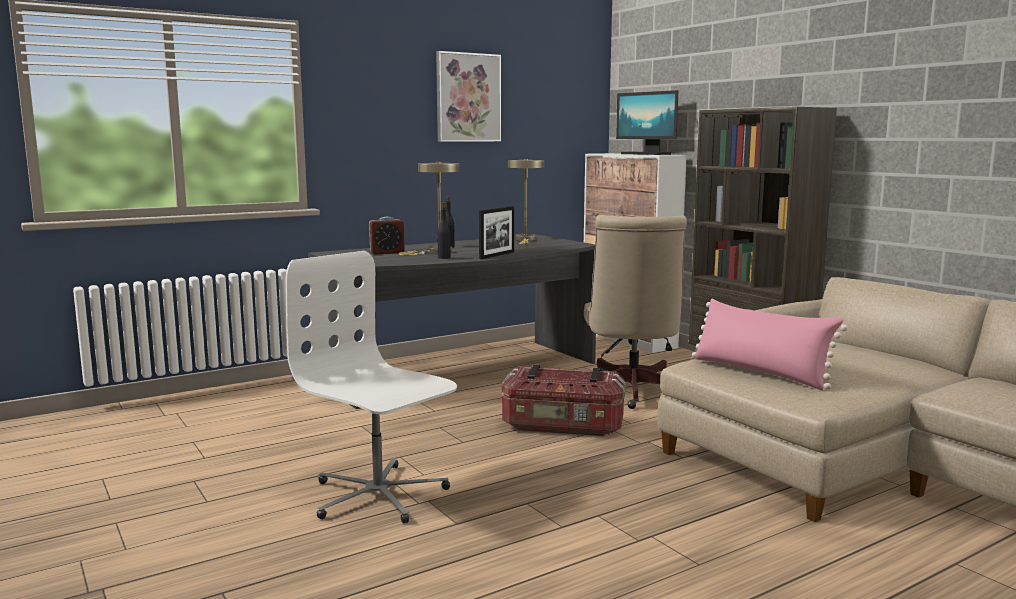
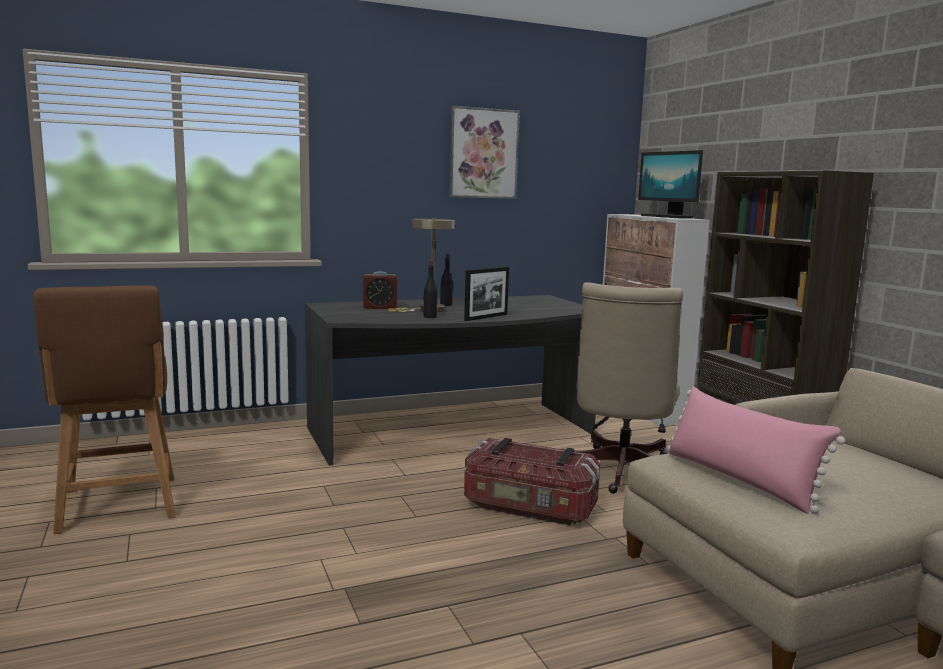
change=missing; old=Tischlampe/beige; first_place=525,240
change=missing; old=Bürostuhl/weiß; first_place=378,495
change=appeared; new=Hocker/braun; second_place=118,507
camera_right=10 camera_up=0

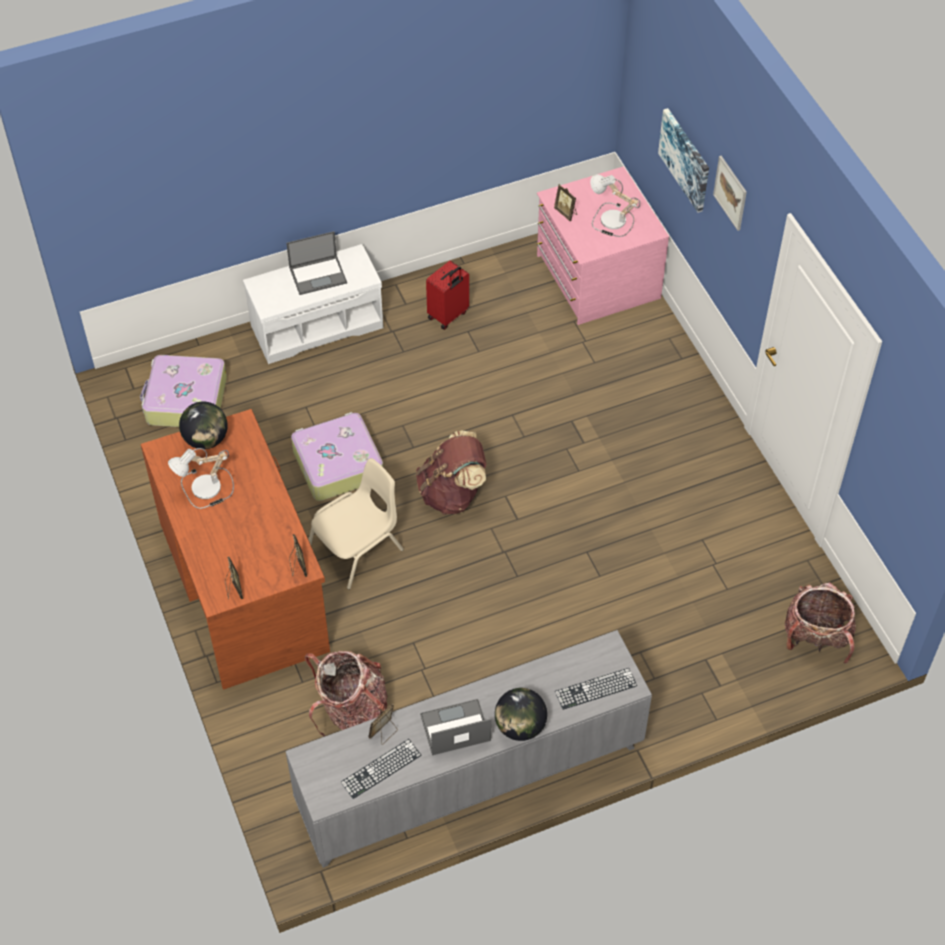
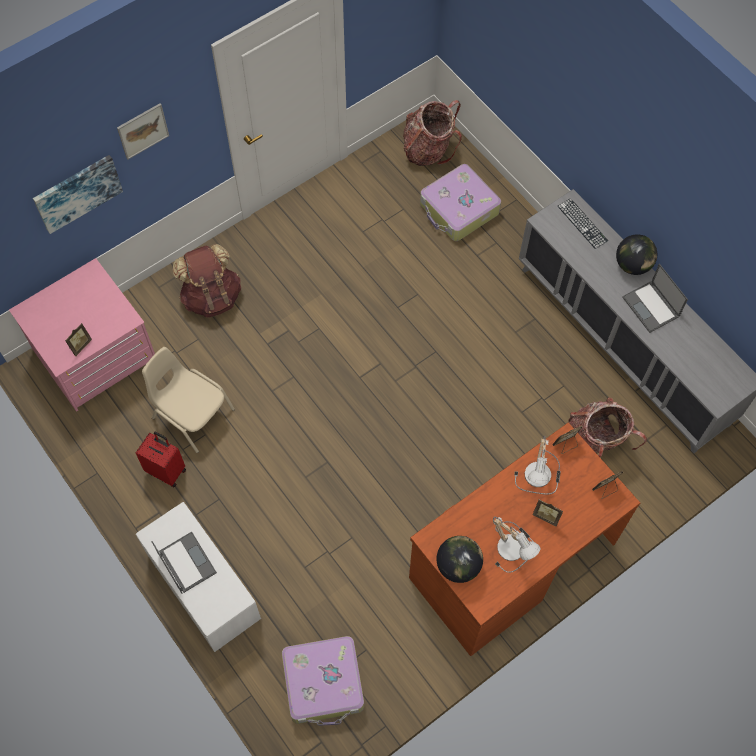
change=relocated; old=Tischlampe; first_place=610,221; second_place=540,477
change=relocated; old=Koffer; first_place=337,464; second_place=459,209
change=relocated; old=Rucksack/braun; first_place=452,493; second_place=211,297
change=relocated; old=Stuhl/beige; first_place=358,548; second_place=192,413
change=relocated; old=Bilderrahmen; first_place=384,733; second_place=546,515
change=missing; old=Tastatur; first_place=381,769
camera_right=-105 camera_up=10

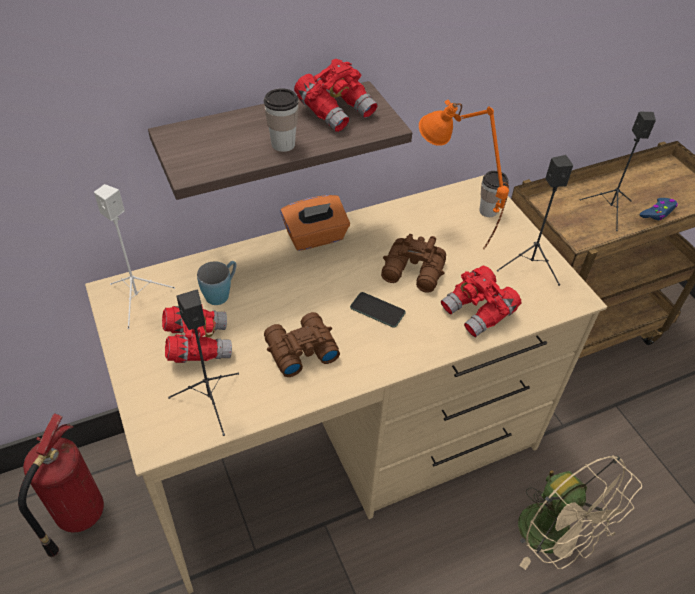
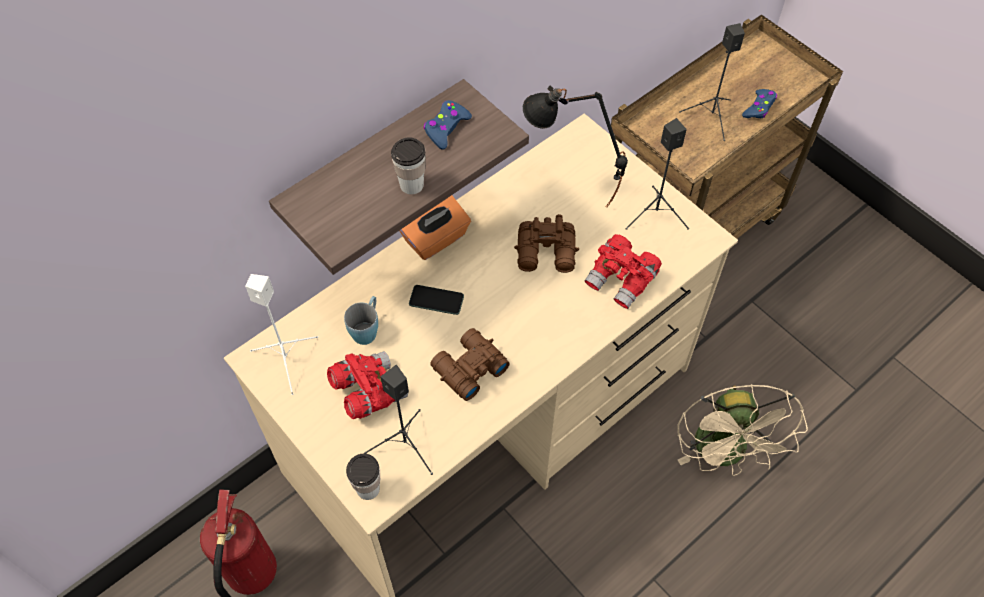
change=exchanged; old=Fernglas/rot; new=Gamepad/blau; first_place=336,111; second_place=446,128
change=colour; old=Tischlampe/orange; new=Tischlampe/schwarz; first_place=448,237; second_place=568,202
change=relocated; old=Tasse; first_place=488,211; second_place=368,489
change=relocated; old=Handy; first_place=377,310; second_place=436,300
change=spun; old=Ventilator/beige; first_place=554,538; second_place=725,454; degrees=45
camera_right=-15 camera_up=10

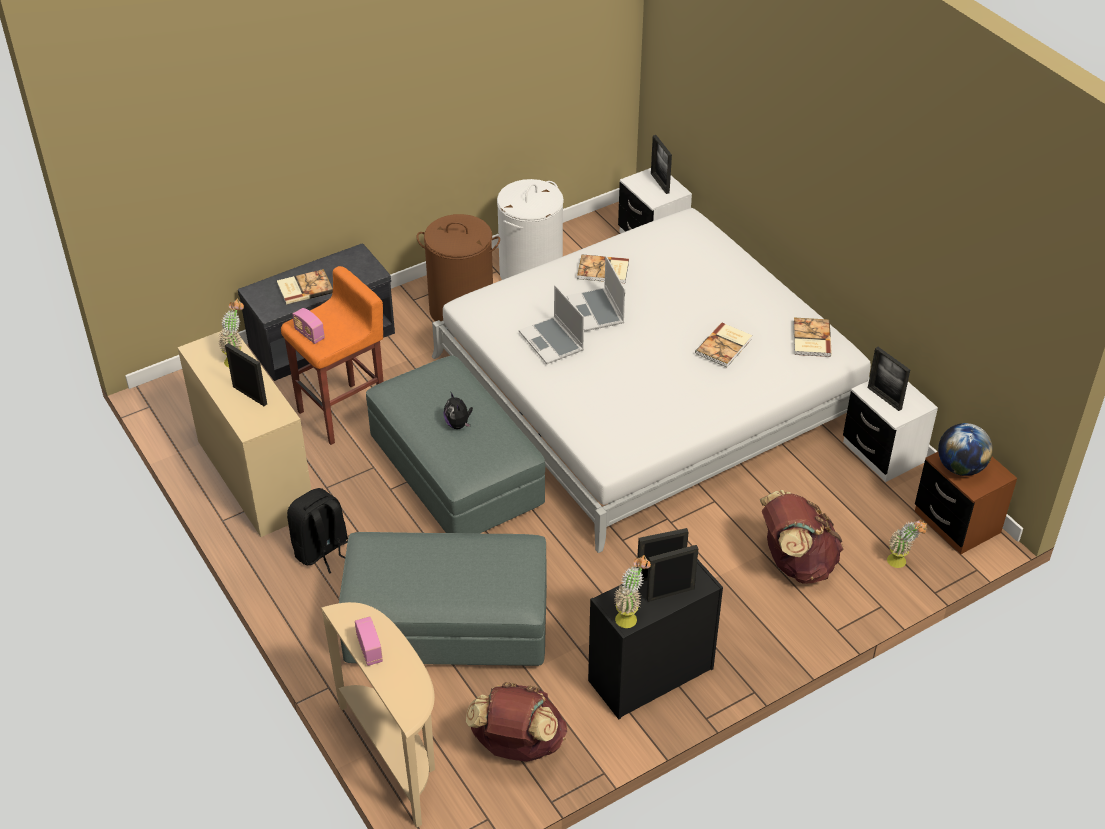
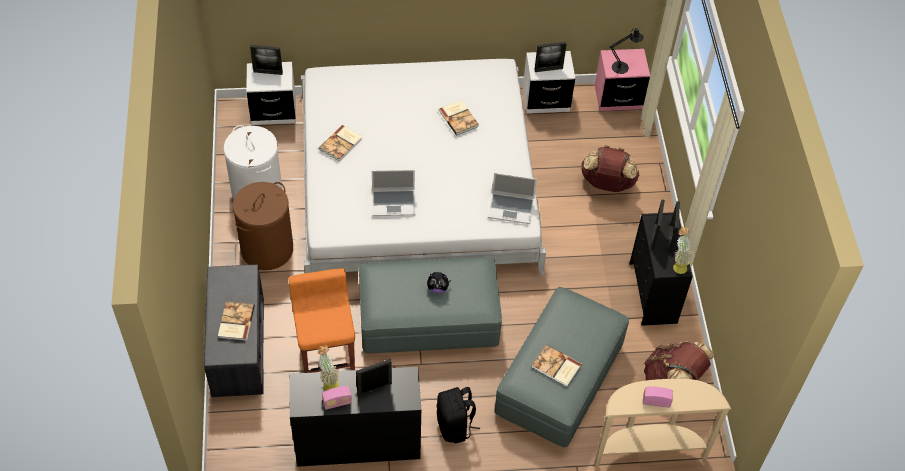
change=relocated; old=Laptop; first_place=596,311; second_place=511,208
change=relocated; old=Radio; first_place=309,334; second_place=337,402
change=relocated; old=Buch; first_place=810,339; second_place=556,367
change=colour; old=Schreibtisch/beige; new=Schreibtisch/schwarz; first_place=254,477; second_place=357,442
change=exchanged; old=Globus; new=Tischlampe/schwarz; first_place=960,467; second_place=622,67
change=colour; old=Nachttisch/braun; new=Nachttisch/rosa; first_place=956,522; second_place=618,97
change=missing; old=Topfpflanze; first_place=901,563
camera_right=-65 camera_up=10

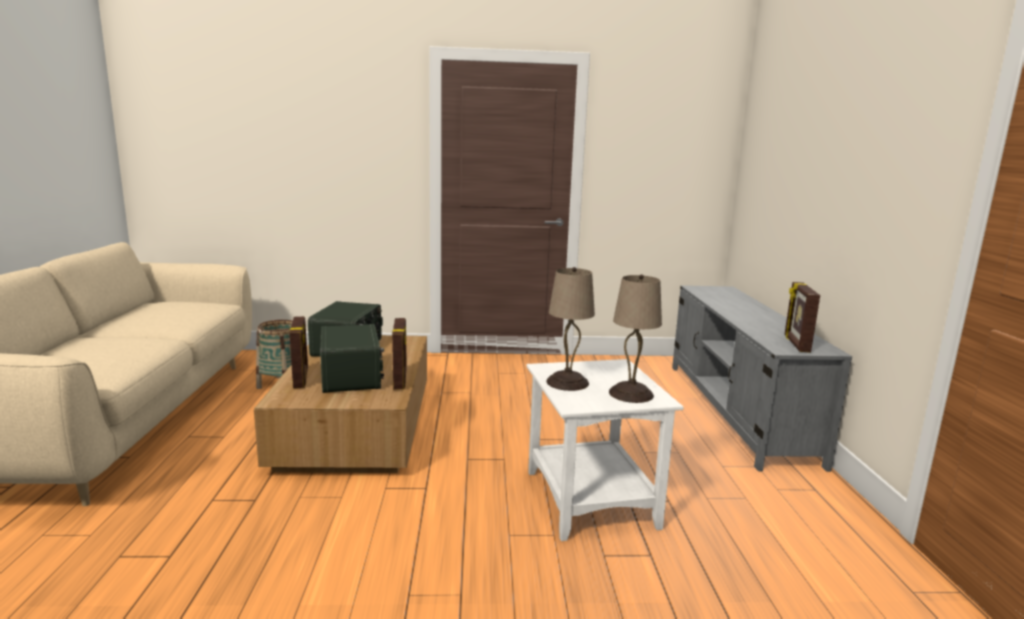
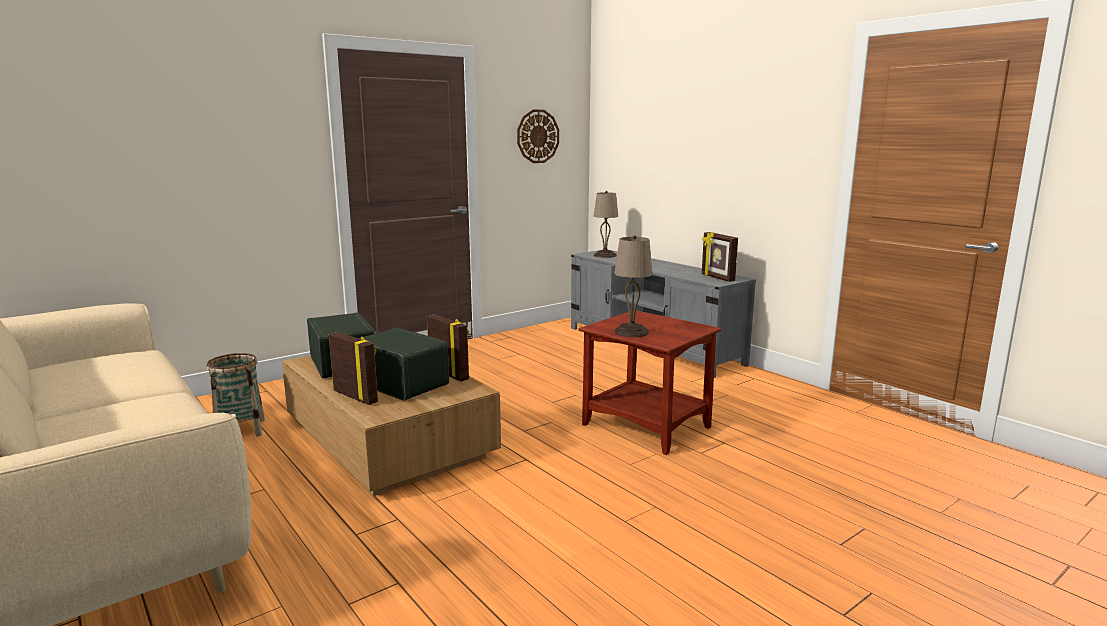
change=relocated; old=Tischlampe/beige; first_place=631,393; second_place=605,255
change=colour; old=Beistelltisch/weiß; new=Beistelltisch/braun; first_place=592,499; second_place=647,425
change=appeared; new=Wanduhr; second_place=537,136
camera_right=-35 camera_up=0

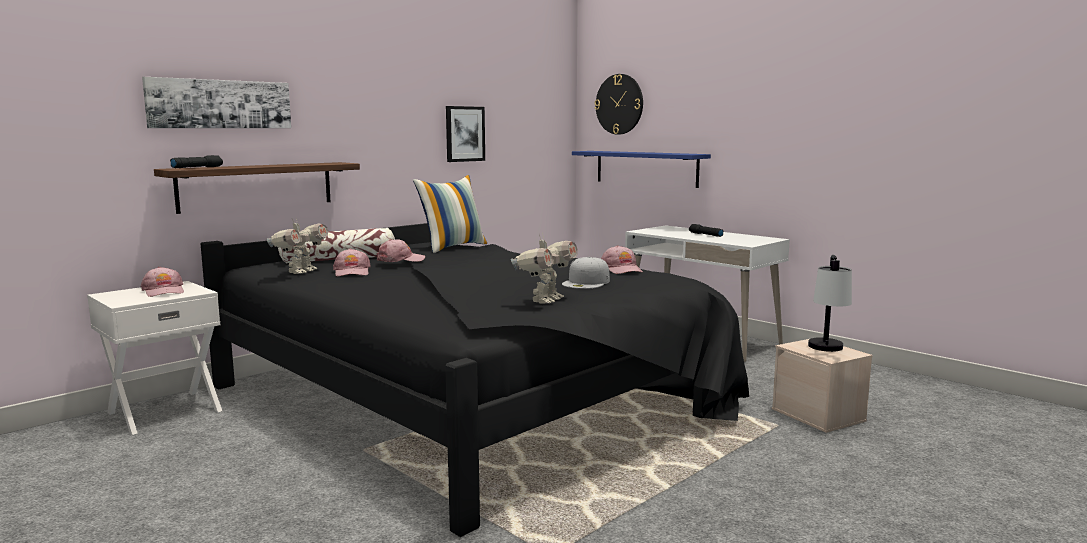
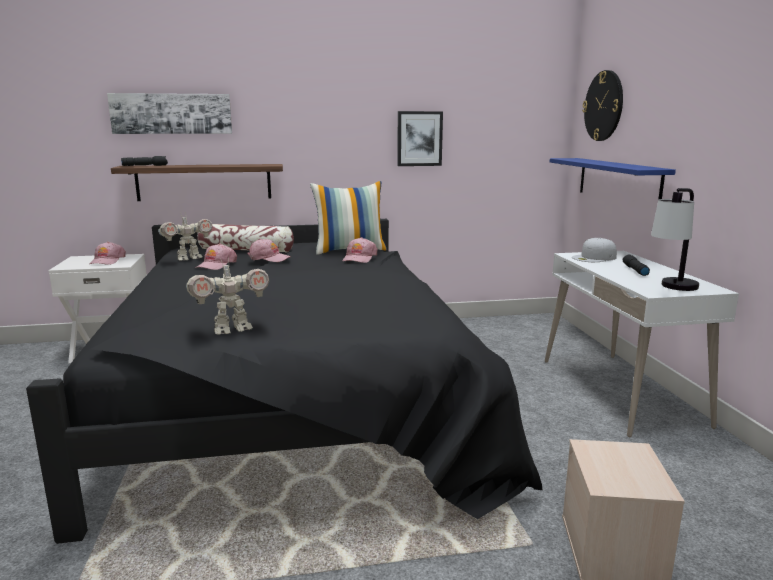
change=relocated; old=Kappe/rosa; first_place=621,269; second_place=359,258
change=relocated; old=Tischlampe; first_place=827,351; second_place=672,289
change=relocated; old=Kappe/weiß; first_place=586,282; second_place=594,258
camera_right=35 camera_up=5

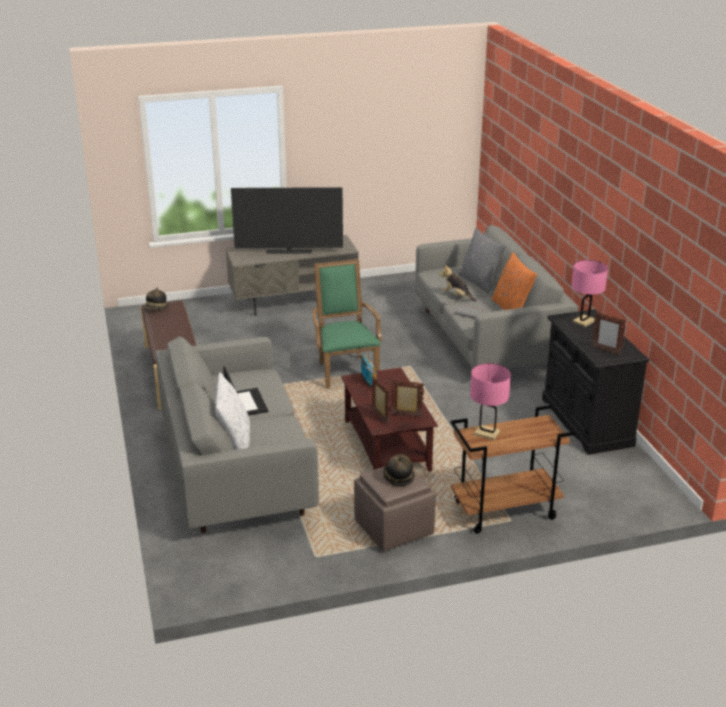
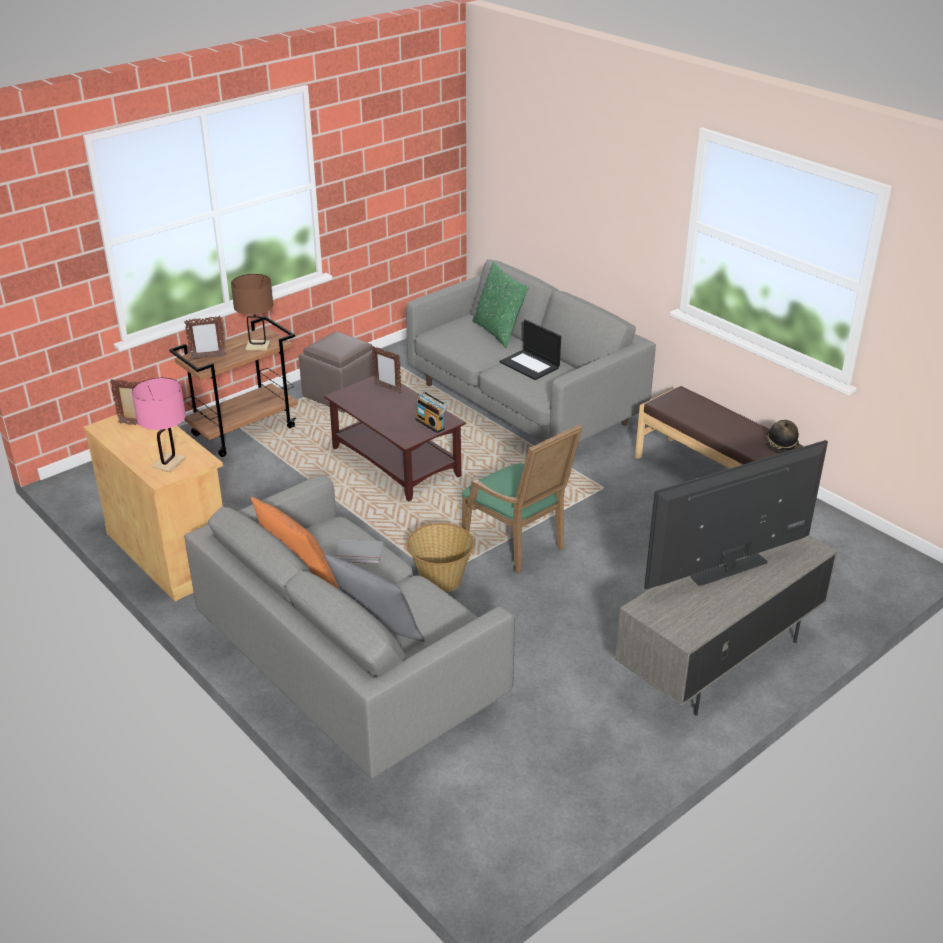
change=missing; old=Plüschtier; first_place=457,296
change=colour; old=Schrank/schwarz; new=Schrank/beige; first_place=586,422; second_place=170,552
change=colour; old=Tischlampe/rosa; new=Tischlampe/braun; first_place=487,433; second_place=258,346
change=colour; old=Kissen/weiß; new=Kissen/grün; first_place=235,443; second_place=499,332
change=relocated; old=Bilderrahmen; first_place=406,415; second_place=208,357
change=missing; old=Hut; first_place=398,477
change=appeared; new=Korb; second_place=441,580
camera_right=155 camera_up=5

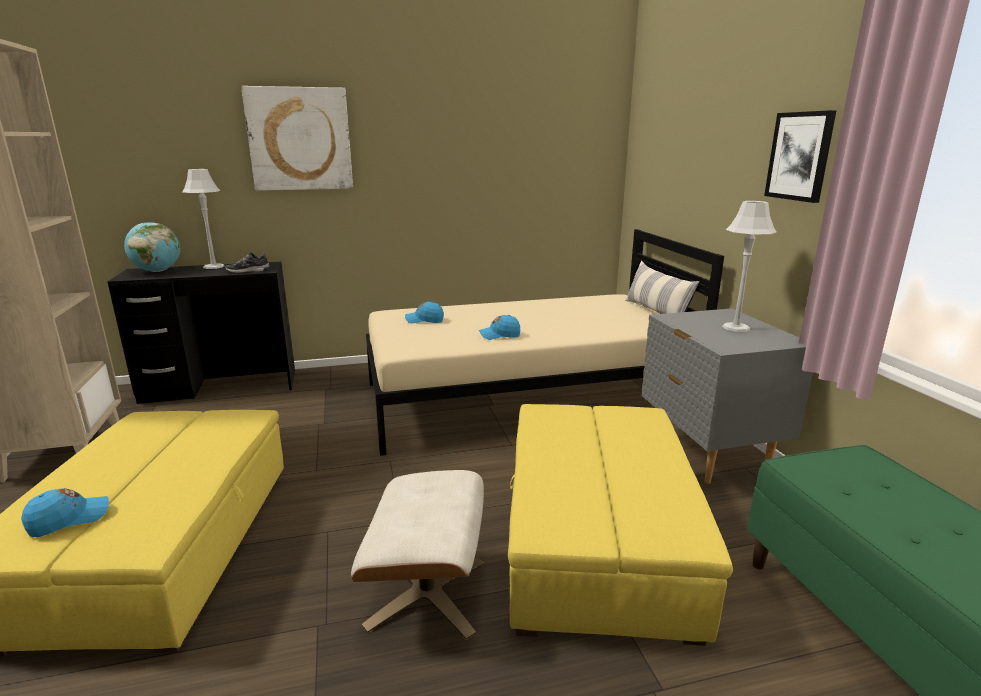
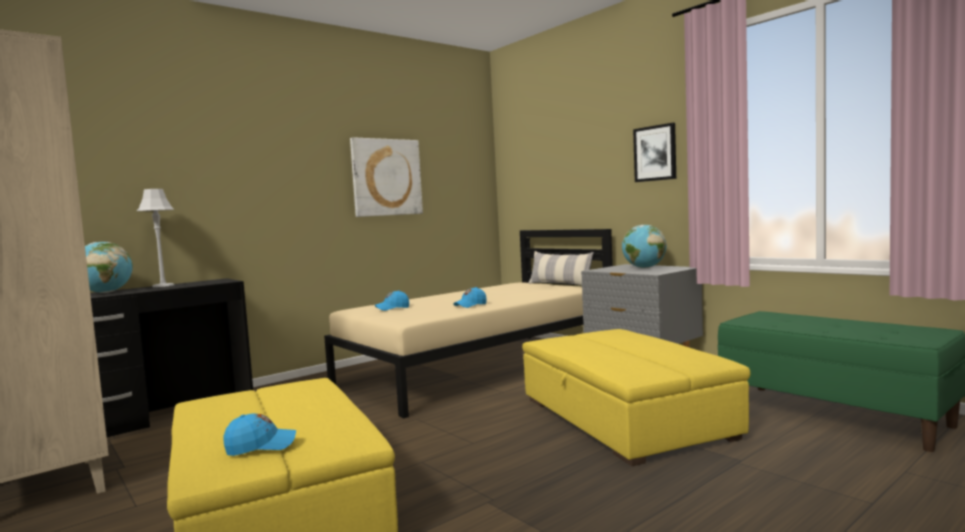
change=relocated; old=Bild; first_place=300,139; second_place=386,177
change=exchanged; old=Tischlampe/grau; new=Globus; first_place=735,327; second_place=644,268
change=missing; old=Schuh; first_place=248,271
change=missing; old=Polsterhocker/beige; first_place=428,593
change=spun; old=Kappe/blau; first_place=69,519; second_place=261,446; degrees=45
camera_right=-25 camera_up=-15

